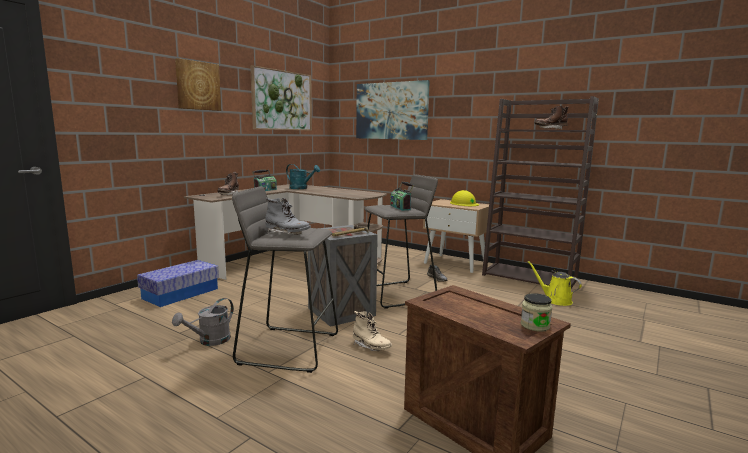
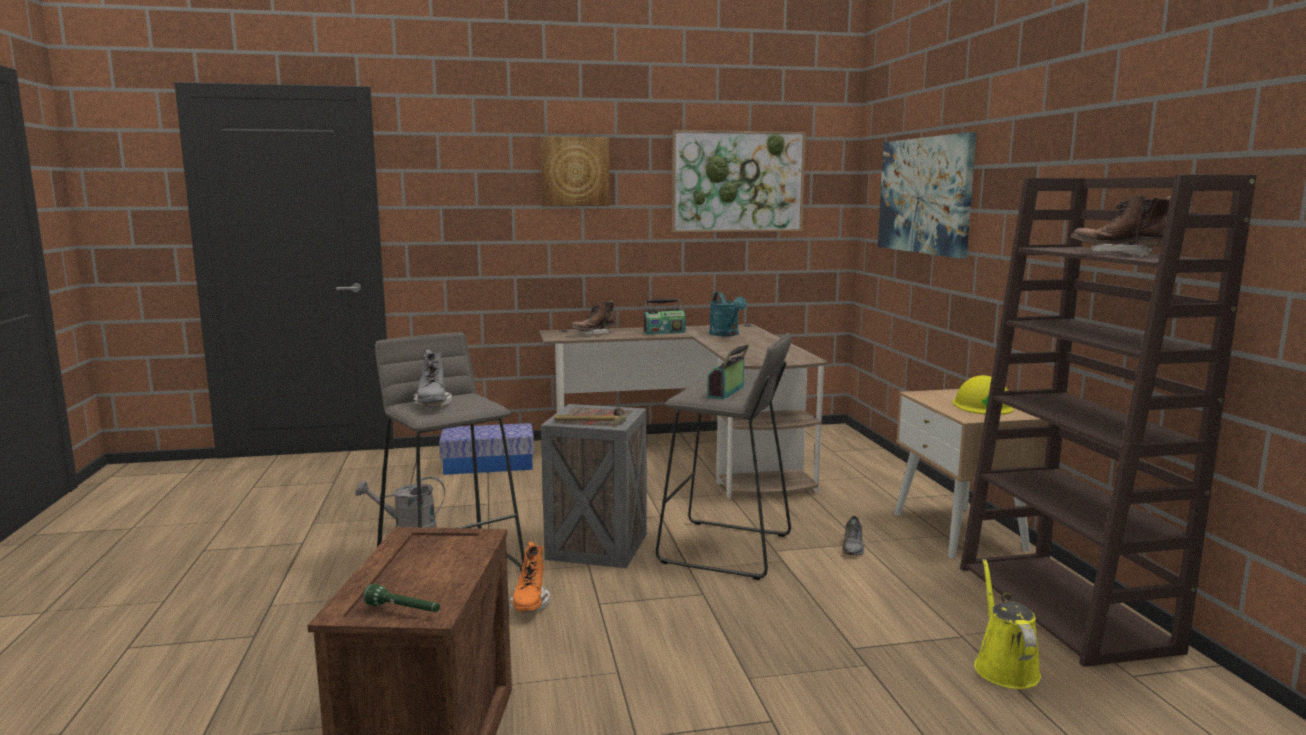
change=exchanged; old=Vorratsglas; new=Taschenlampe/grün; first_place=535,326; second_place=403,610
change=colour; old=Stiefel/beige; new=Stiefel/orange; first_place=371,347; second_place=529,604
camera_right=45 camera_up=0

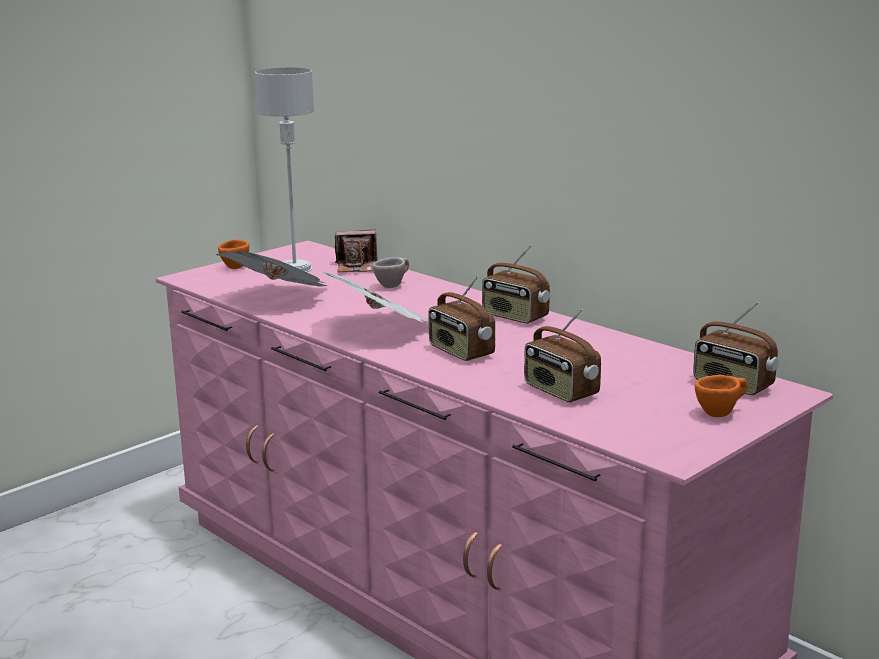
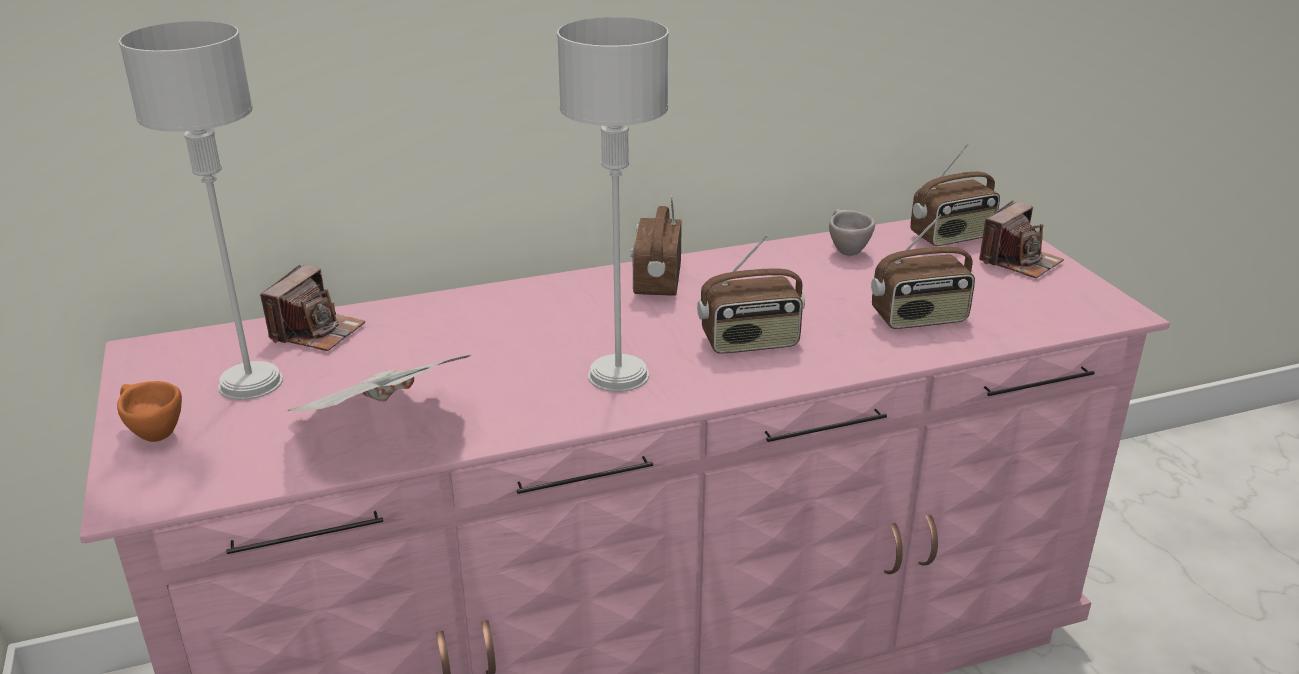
change=spun; old=Radio; first_place=514,317; second_place=656,281; degrees=120
change=relocated; old=Tasse/beige; first_place=393,285; second_place=845,250
change=exchanged; old=Zeitung; new=Tischlampe/grau; first_place=382,330; second_place=618,375
change=exchanged; old=Tasse/orange; new=Kamera; first_place=720,413; second_place=1019,261
camera_right=-65 camera_up=10

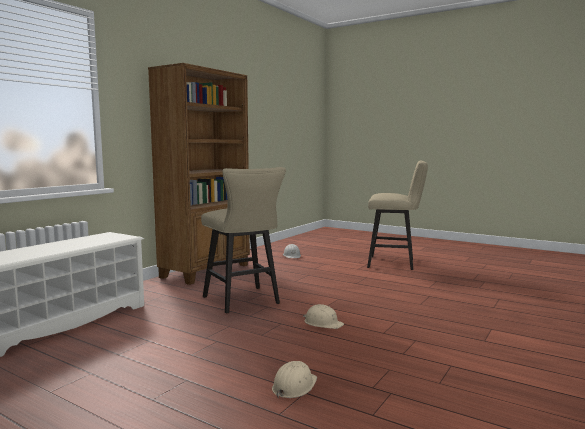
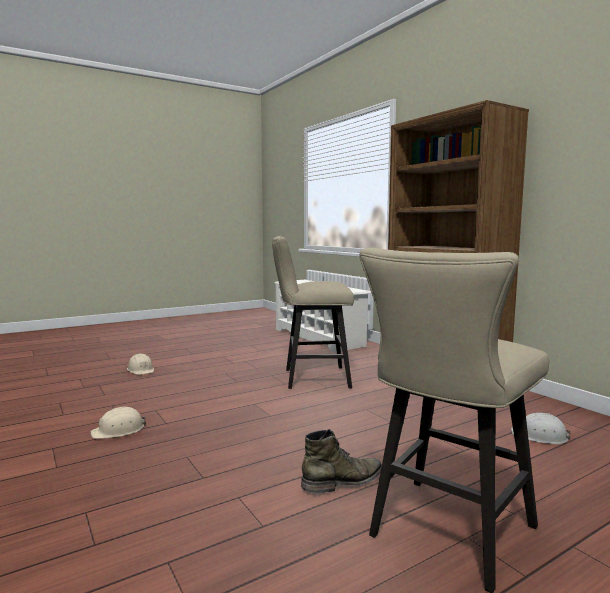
change=relocated; old=Schutzhelm/beige; first_place=323,323; second_place=119,430
change=appeared; new=Stiefel/grün; second_place=343,481
camera_right=115 camera_up=0

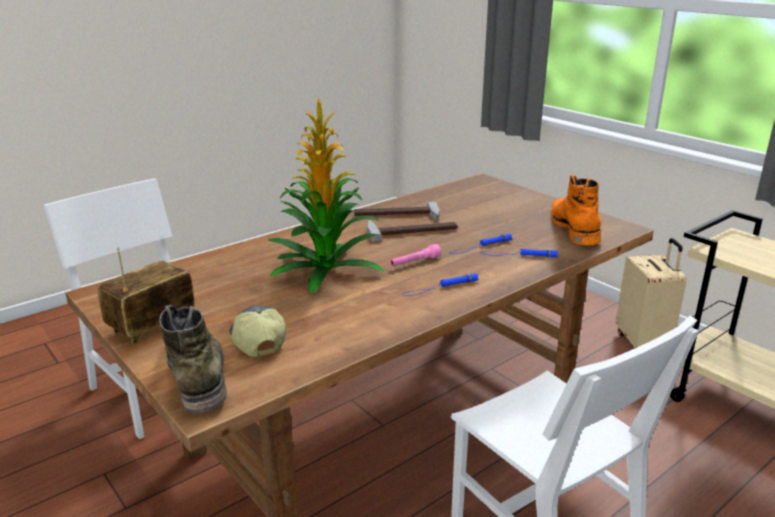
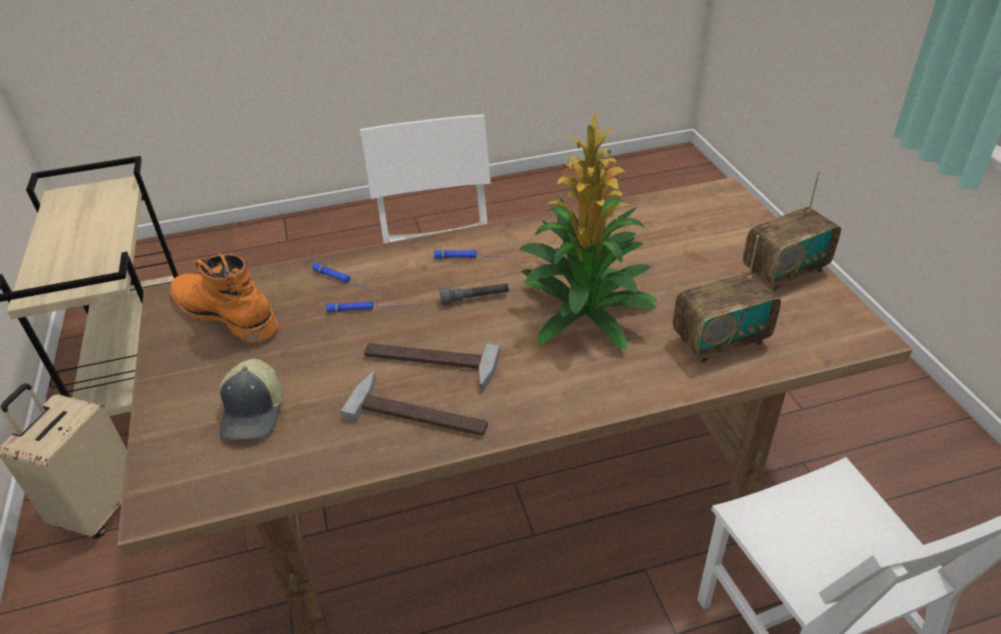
change=spun; old=Stiefel/orange; first_place=574,228; second_place=225,313; degrees=105
change=colour; old=Taschenlampe/rosa; new=Taschenlampe/grau; first_place=415,262; second_place=475,299
change=missing; old=Stiefel/grün; first_place=196,372
change=relocated; old=Kappe; first_place=257,340; second_place=254,412
change=appeared; new=Radio; second_place=719,341
camera_right=-155 camera_up=15

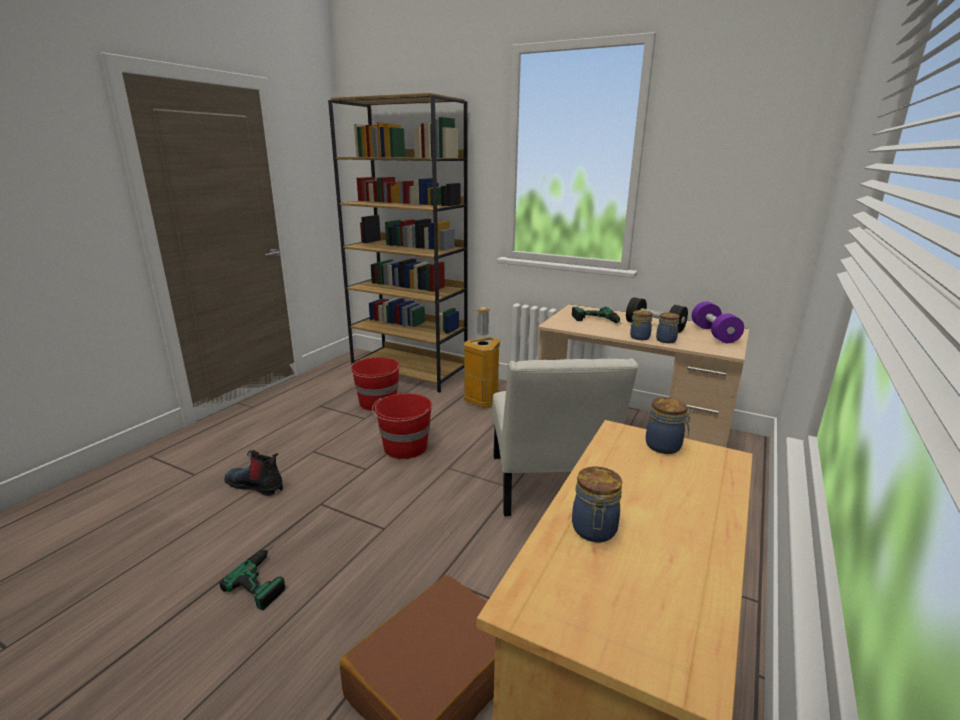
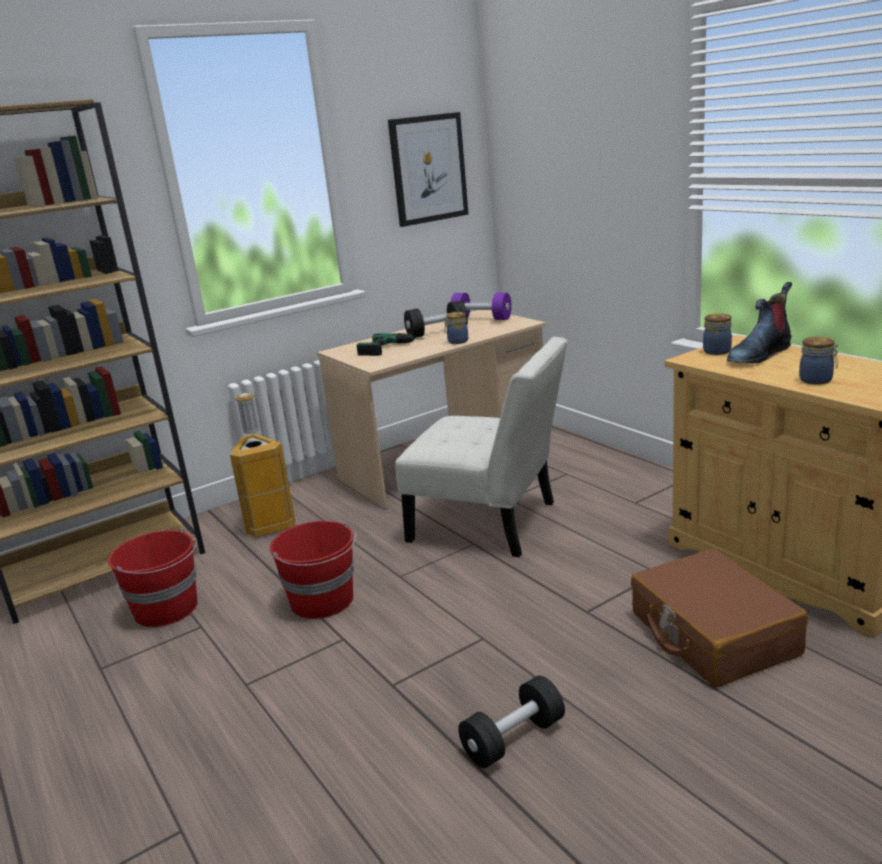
change=missing; old=Vorratsglas; first_place=666,341
change=relocated; old=Stiefel; first_place=256,485; second_place=759,354
change=exchanged; old=Bohrmaschine; new=Hantel/schwarz; first_place=267,576; second_place=513,739
change=appeared; new=Bild; second_place=428,169
camera_right=-60 camera_up=0

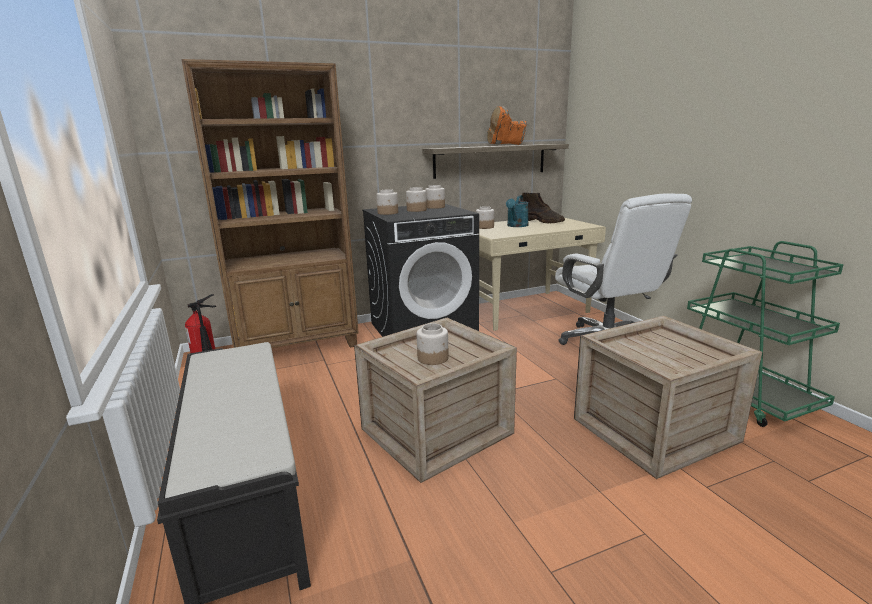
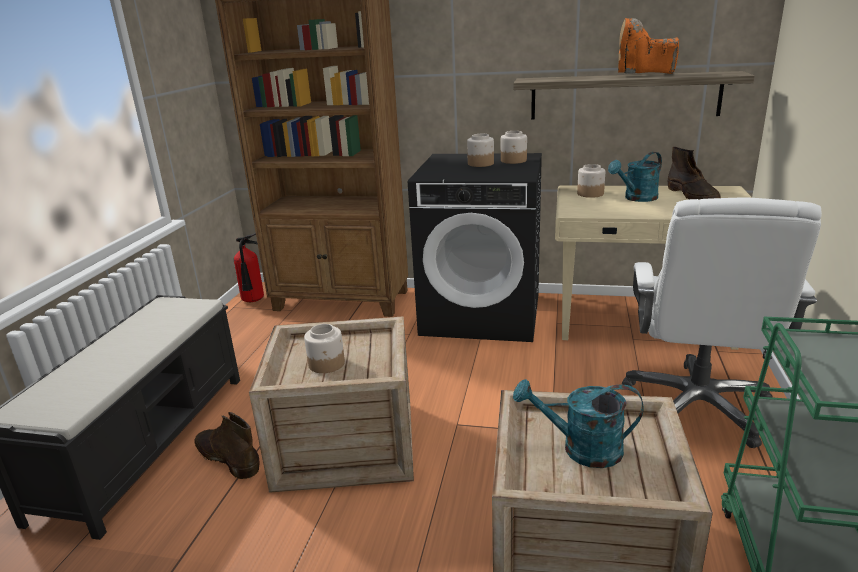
change=missing; old=Vorratsglas; first_place=388,213
change=appeared; new=Gießkanne/türkis; second_place=581,449
change=appeared; new=Stiefel/braun; second_place=227,458
camera_right=35 camera_up=5

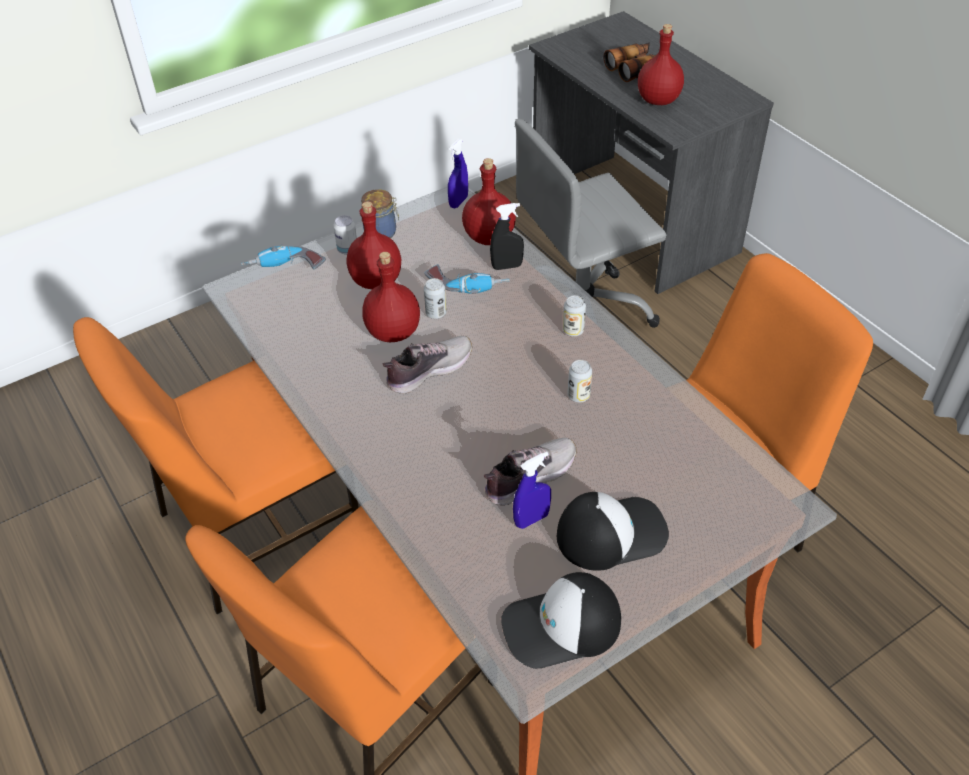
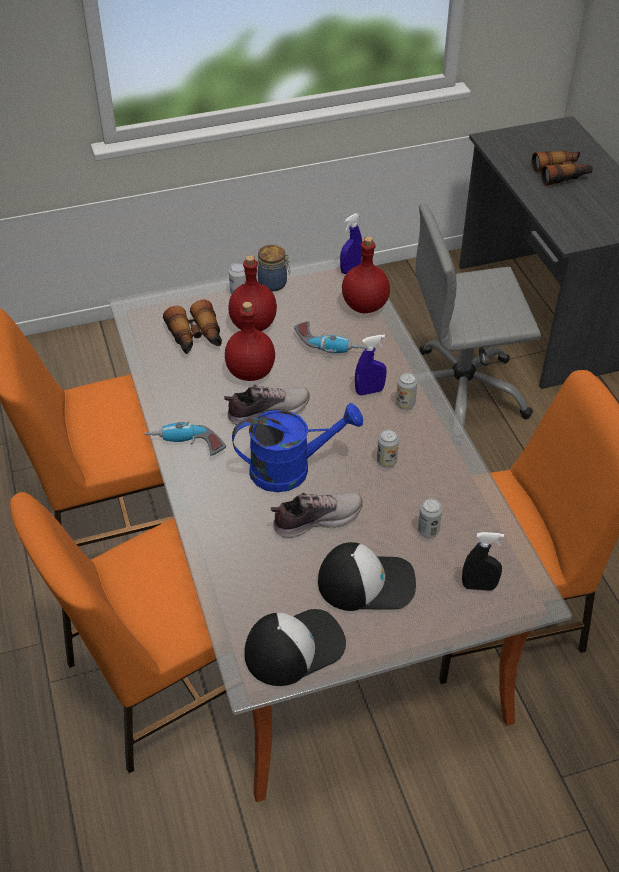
change=missing; old=Flasche/rot; first_place=659,100
change=relocated; old=Sprühflasche/schwarz; first_place=507,266; second_place=479,586
change=relocated; old=Bohrmaschine; first_place=285,269; second_place=186,446
change=relocated; old=Dose; first_place=436,313; second_place=428,530
change=relocated; old=Sprühflasche/blau; first_place=531,519; second_place=369,391
change=spun; old=Kappe; first_place=561,626; second_place=294,647; degrees=150
change=appeared; new=Fernglas; second_place=196,337
change=appeared; new=Gießkanne/blau; second_place=291,469
camera_right=15 camera_up=0

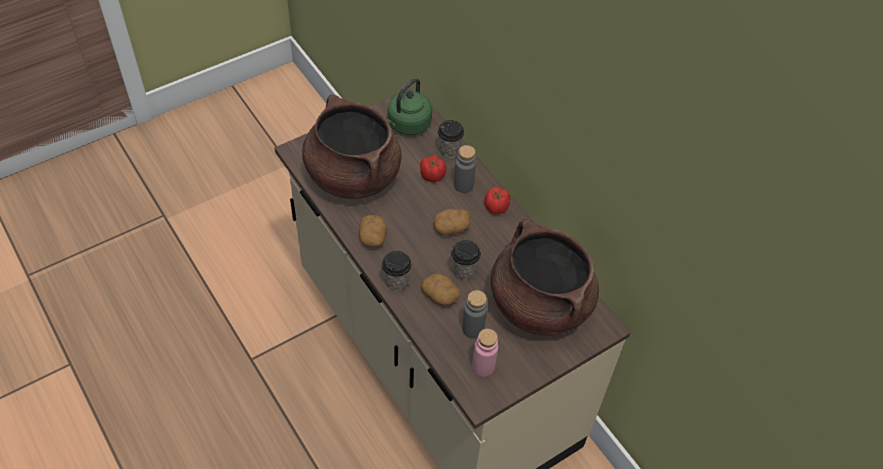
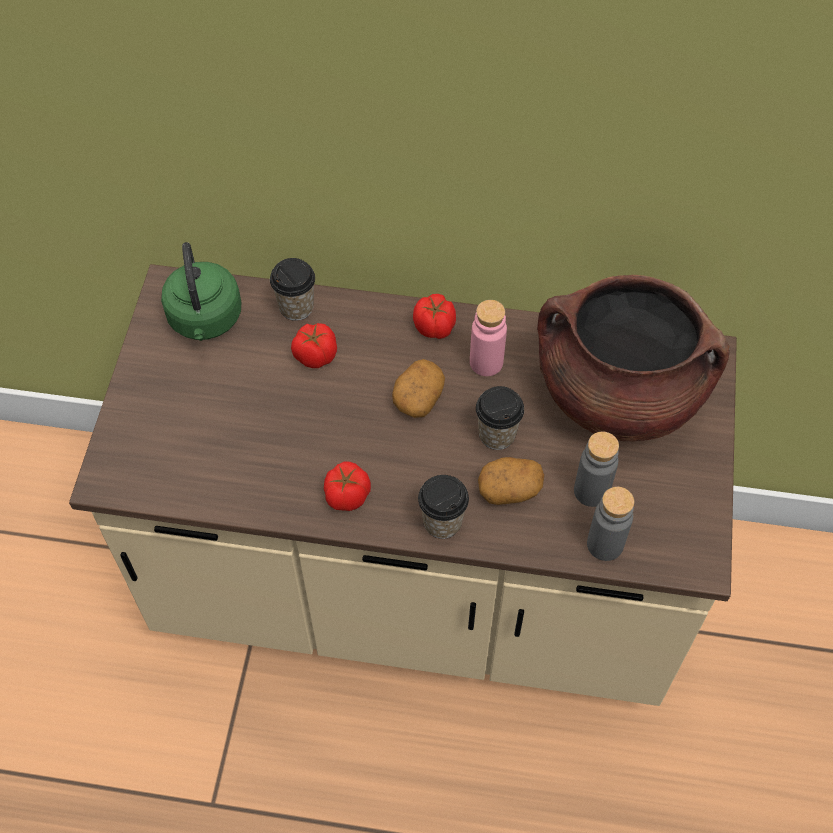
change=missing; old=Kochtopf/braun; first_place=352,175
change=relocated; old=Flasche/grau; first_place=463,185; second_place=605,544
change=exchanged; old=Kartoffel; new=Tomate; first_place=373,237; second_place=346,496
change=relocated; old=Flasche/rosa; first_place=483,366; second_place=486,362
camera_right=-45 camera_up=5

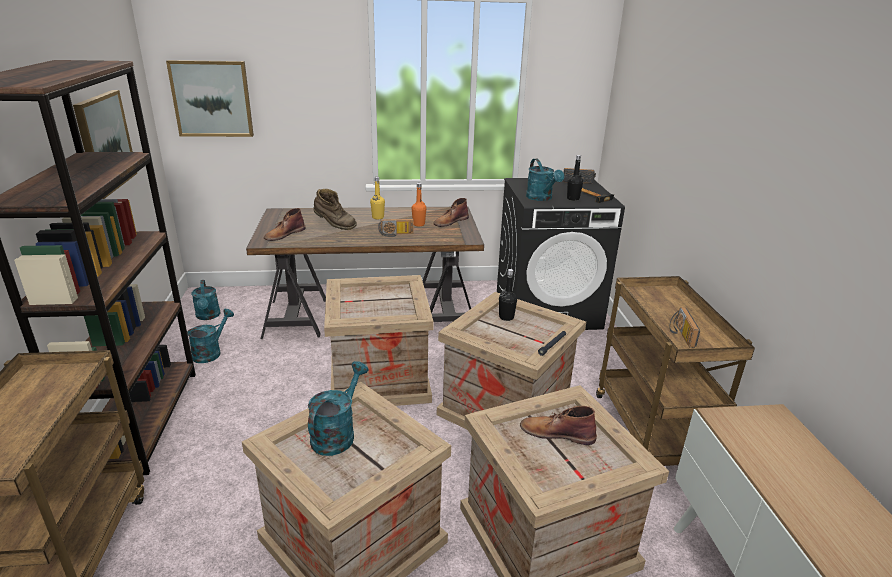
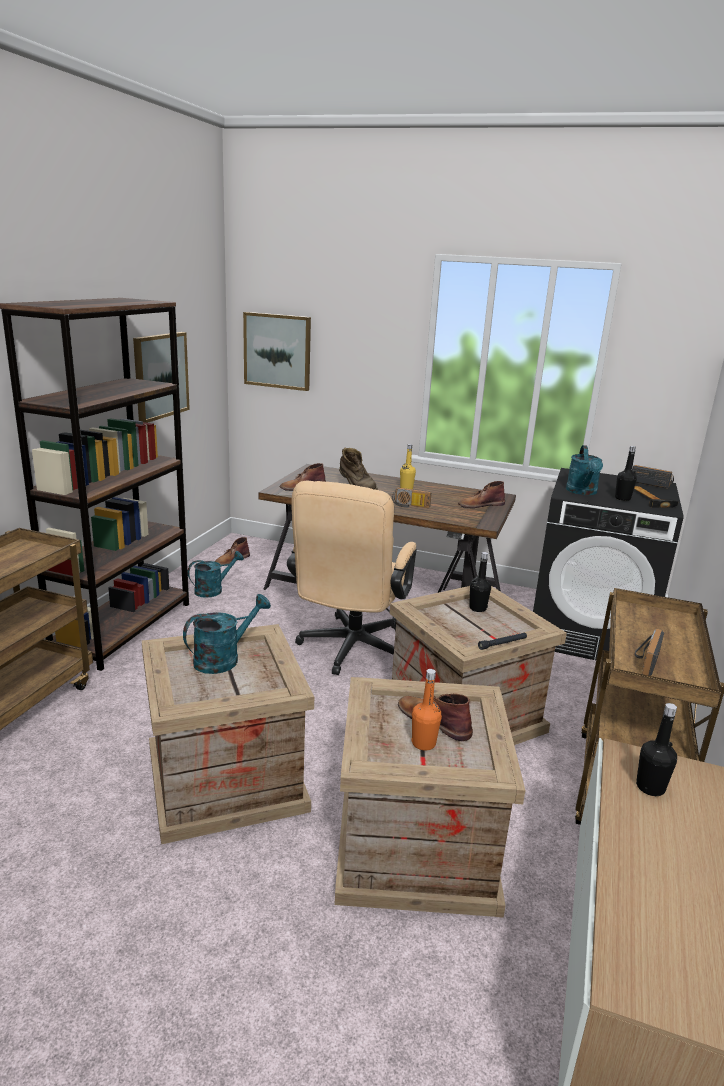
change=relocated; old=Flasche/orange; first_place=418,224; second_place=423,743
change=exchanged; old=Kiste; new=Bürostuhl/beige; first_place=379,378; second_place=349,651
change=exchanged; old=Gießkanne/türkis; new=Stiefel/braun; first_place=208,316; second_place=231,560
change=appeared; new=Flasche/schwarz; second_place=650,787
camera_right=25 camera_up=-5

